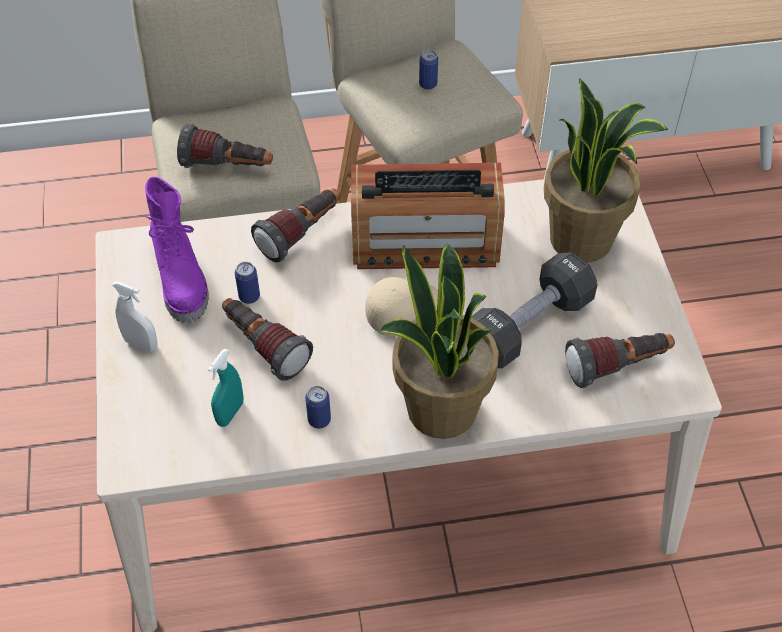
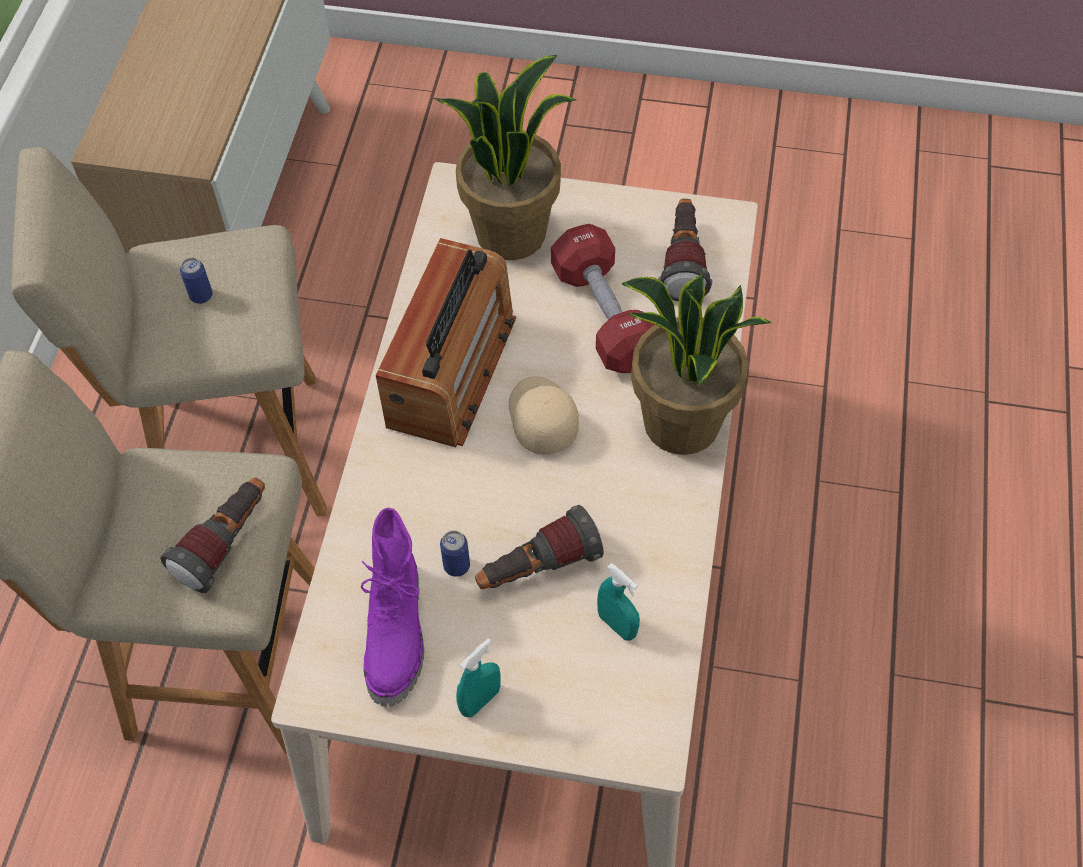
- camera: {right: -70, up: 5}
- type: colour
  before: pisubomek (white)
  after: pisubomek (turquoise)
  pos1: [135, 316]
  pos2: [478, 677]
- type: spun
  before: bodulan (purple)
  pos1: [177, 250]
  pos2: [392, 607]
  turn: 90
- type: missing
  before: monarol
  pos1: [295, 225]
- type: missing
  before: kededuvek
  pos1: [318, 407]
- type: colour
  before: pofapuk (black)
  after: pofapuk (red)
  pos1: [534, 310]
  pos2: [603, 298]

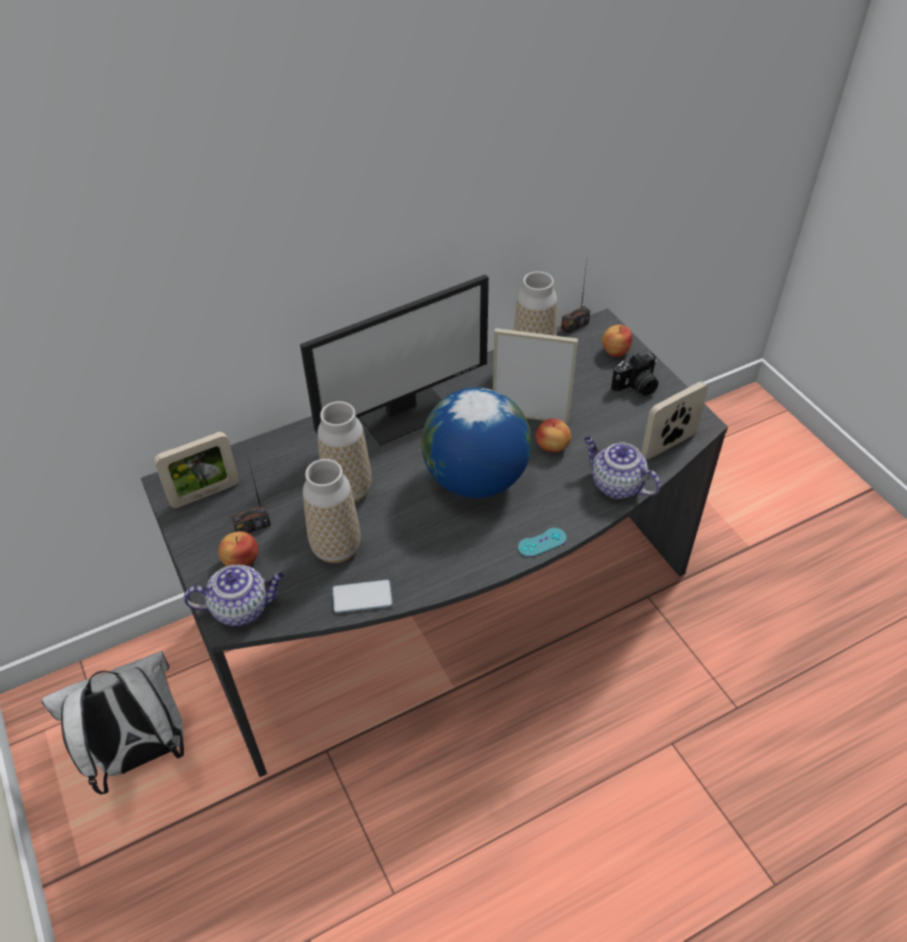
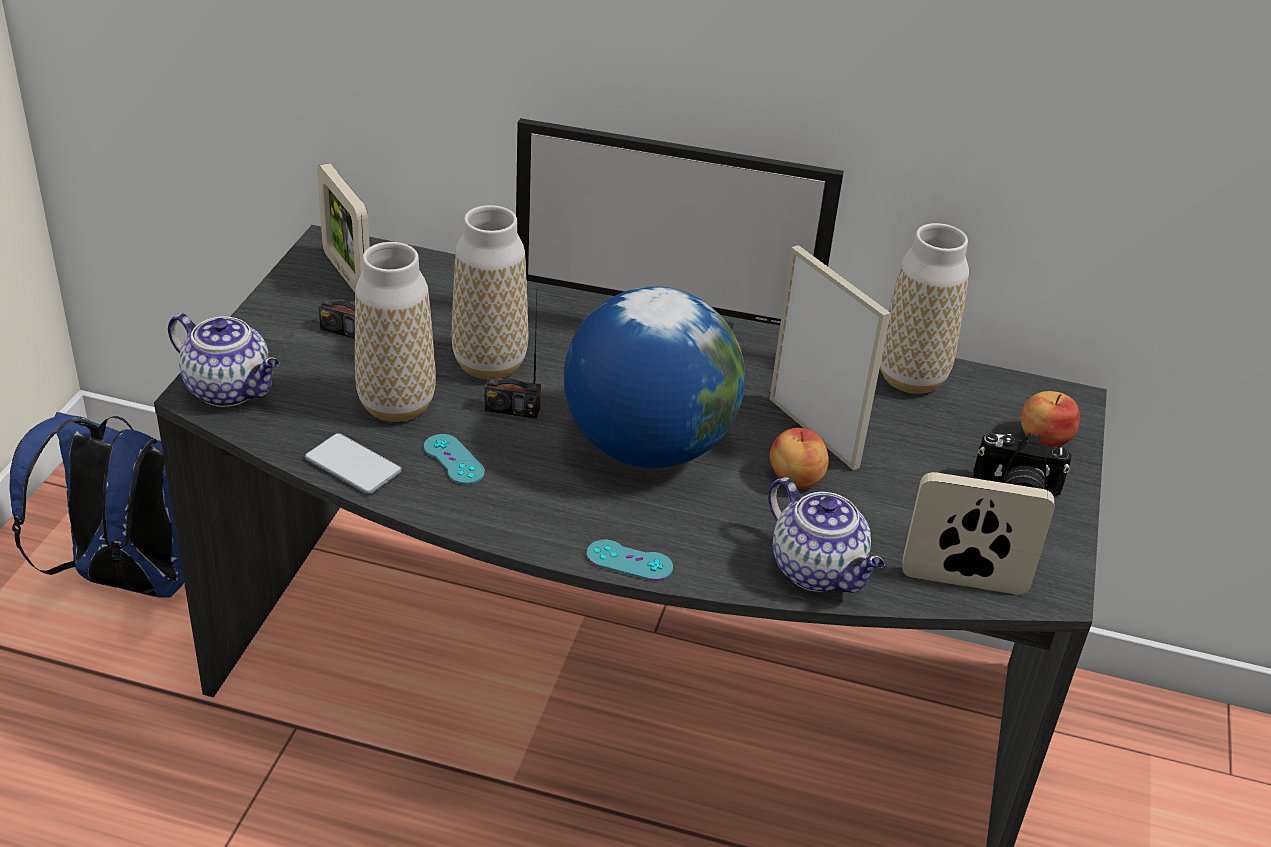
- camera: {right: 40, up: -10}
- type: colour
  before: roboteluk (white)
  after: roboteluk (blue)
  pos1: [112, 723]
  pos2: [97, 505]
- type: spun
  before: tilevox
  pos1: [196, 469]
  pos2: [343, 227]
  turn: 45
- type: missing
  before: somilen
  pos1: [238, 548]
- type: relocated
  before: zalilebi
  pos1: [575, 297]
  pos2: [513, 358]
- type: spun
  before: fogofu
  pos1: [622, 467]
  pos2: [826, 535]
  turn: 150
- type: appeared
  after: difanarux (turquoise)
  pos2: [454, 459]

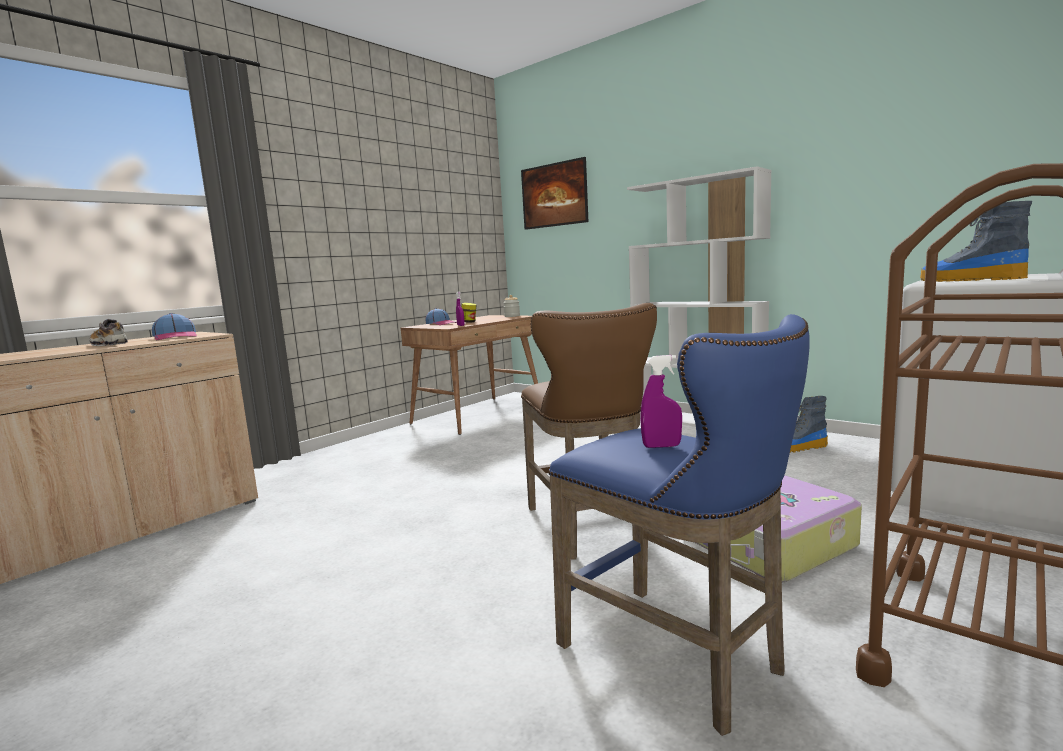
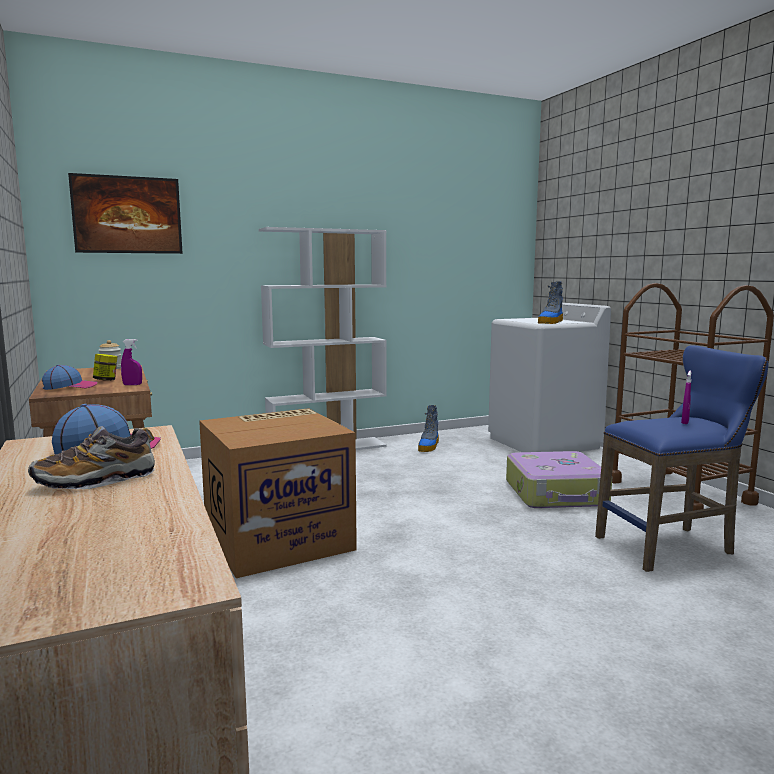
- camera: {right: -65, up: 0}
- type: missing
  before: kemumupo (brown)
  pos1: [589, 431]
- type: spun
  before: bodulan
  pos1: [976, 241]
  pos2: [550, 302]
  turn: -45
- type: appeared
  after: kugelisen
  pos2: [278, 493]

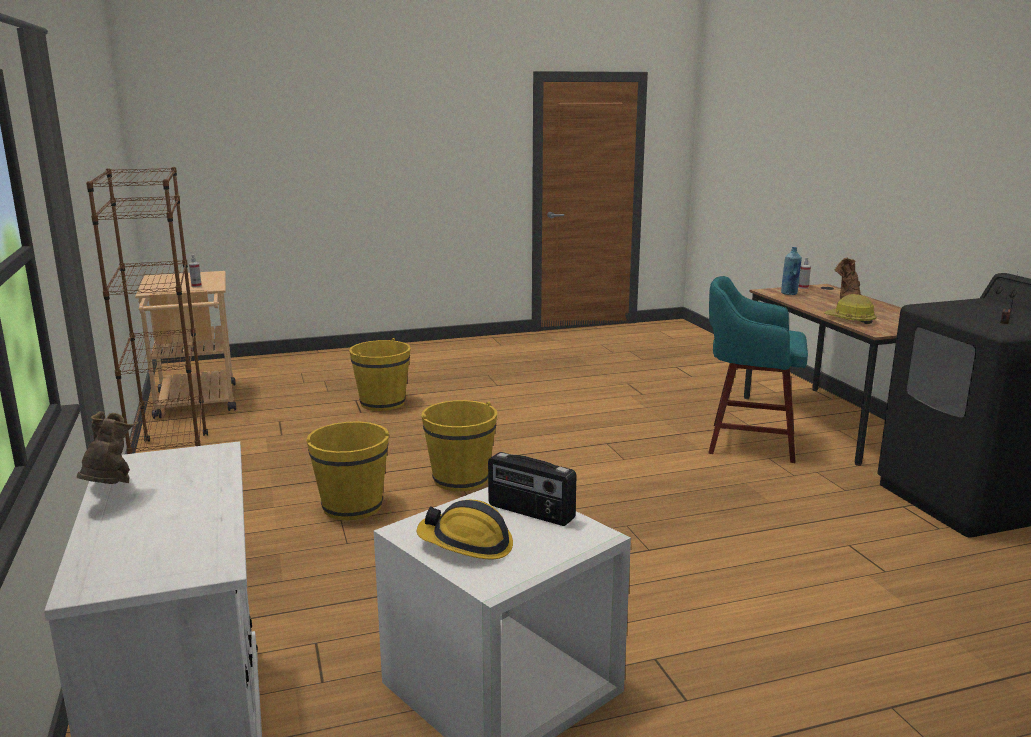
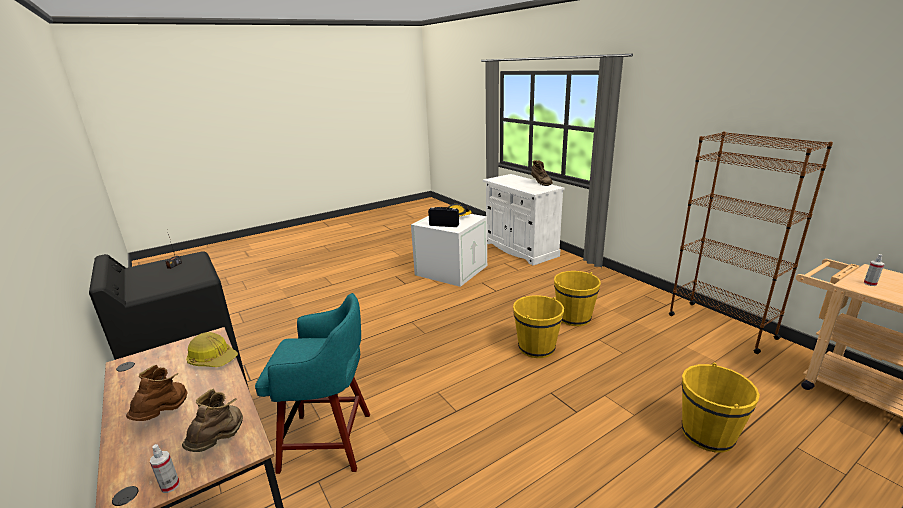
- camera: {right: 165, up: 5}
- type: exchanged
  before: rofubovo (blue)
  after: bodulan (brown)
  pos1: [791, 271]
  pos2: [212, 420]

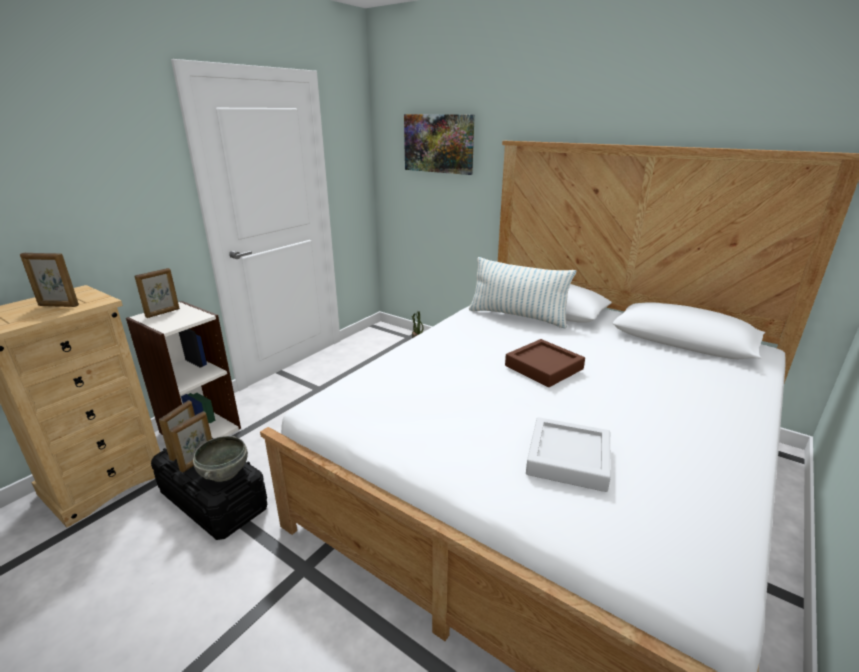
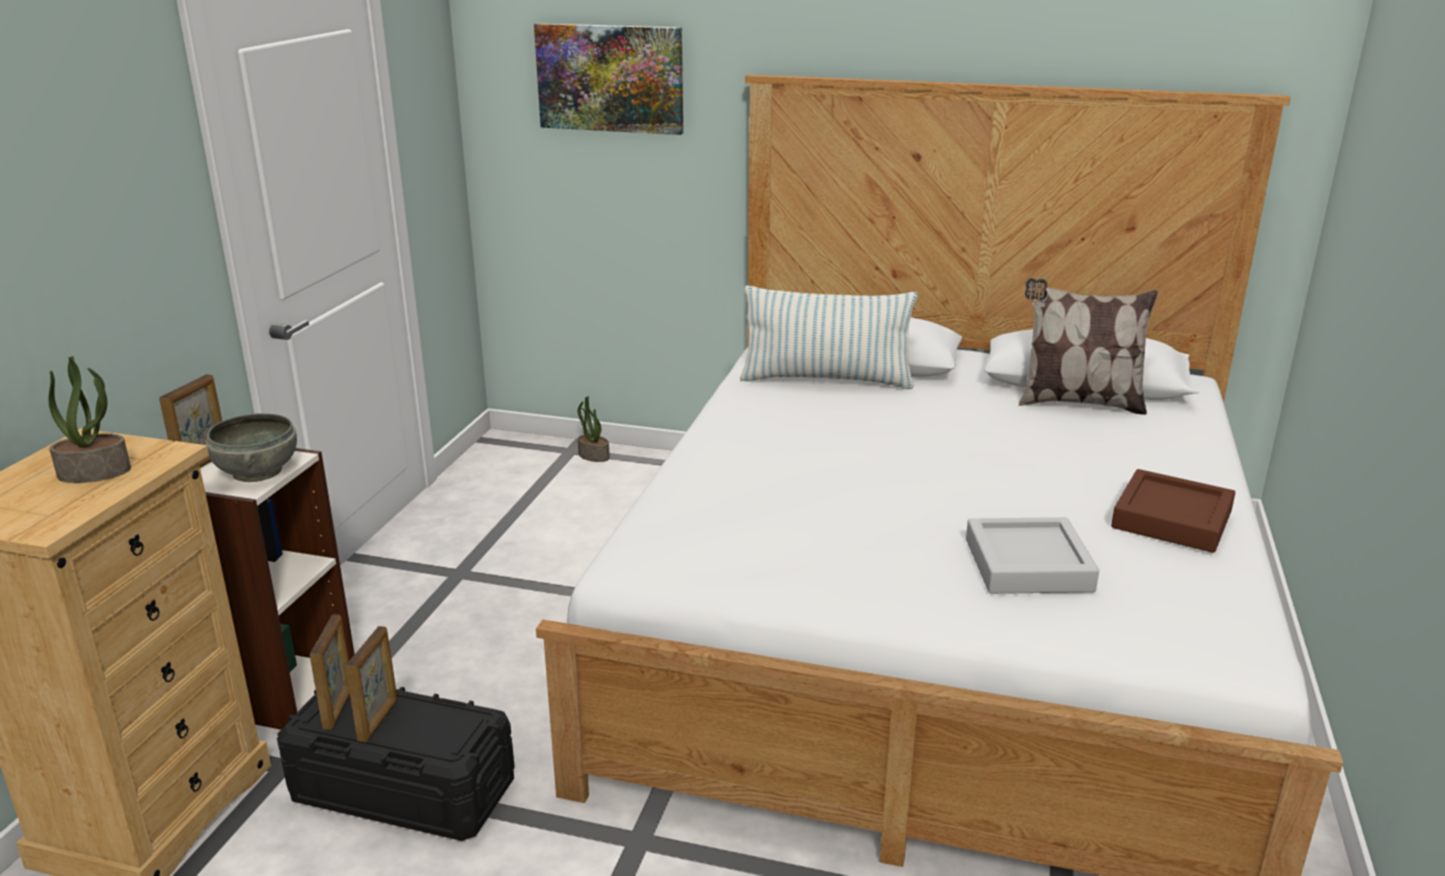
- camera: {right: -20, up: 0}
- type: exchanged
  before: tilevox
  after: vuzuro
  pos1: [49, 280]
  pos2: [90, 419]
- type: relocated
  before: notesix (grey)
  pos1: [220, 459]
  pos2: [251, 447]
- type: relocated
  before: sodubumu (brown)
  pos1: [545, 363]
  pos2: [1173, 511]
- type: appeared
  after: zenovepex
  pos2: [1088, 346]

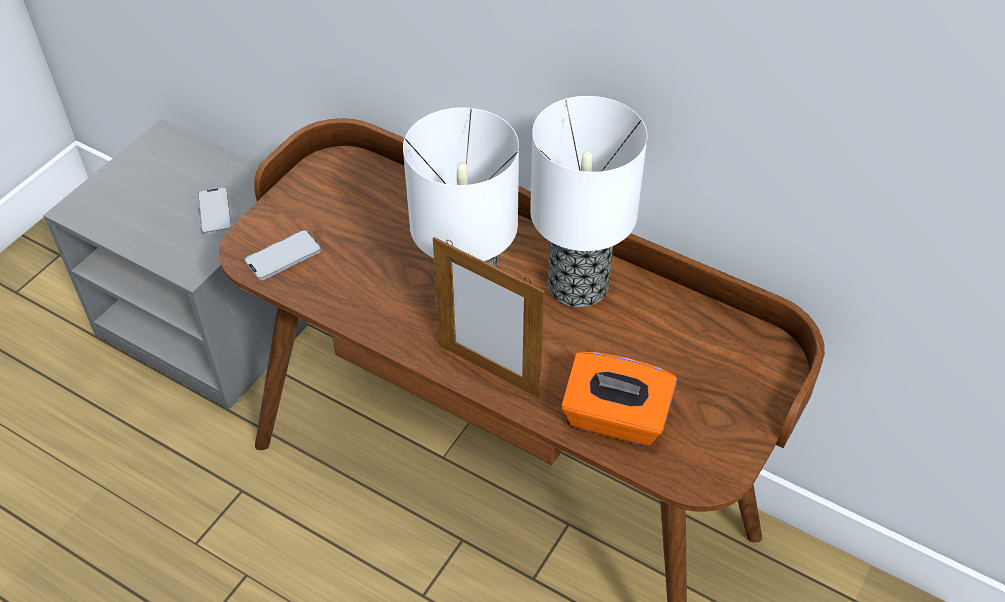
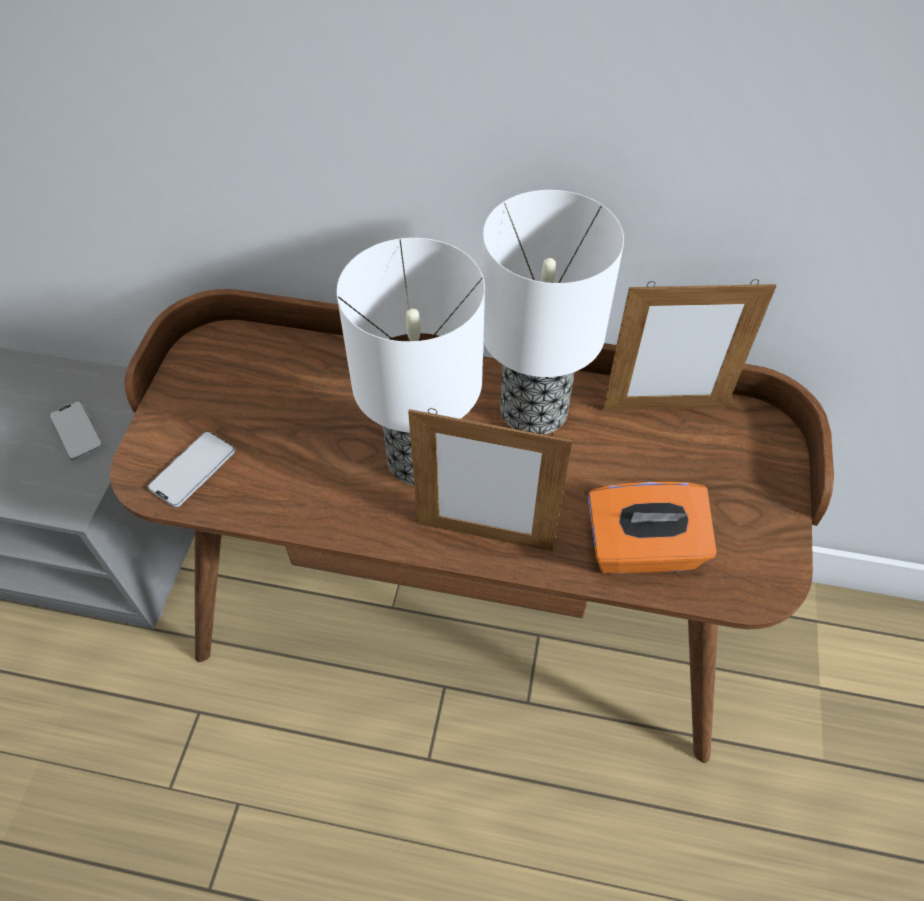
- camera: {right: -20, up: 5}
- type: appeared
  after: tilevox
  pos2: [689, 345]

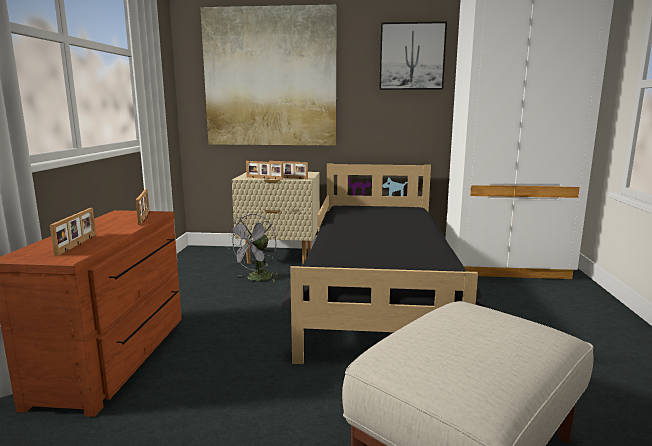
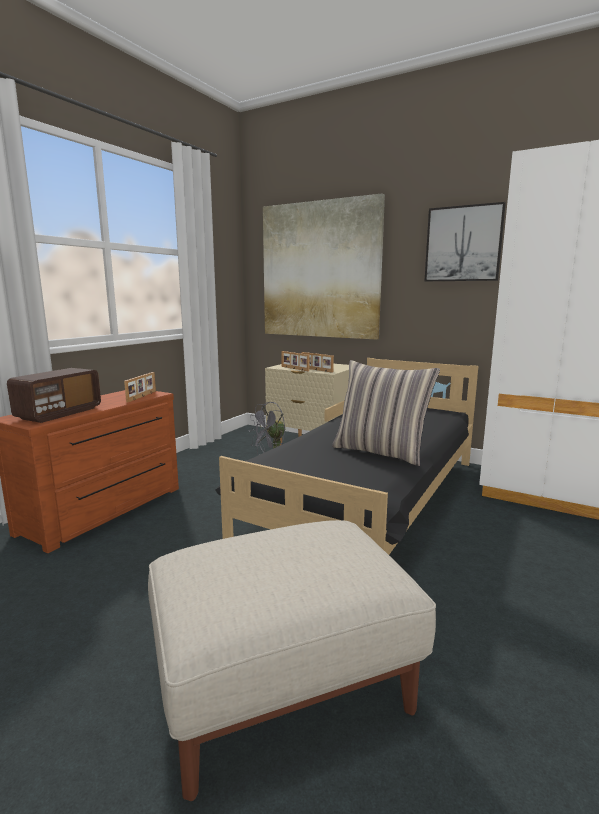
- camera: {right: 25, up: 0}
- type: exchanged
  before: tilevox
  after: zalilebi
  pos1: [73, 232]
  pos2: [54, 395]
- type: appeared
  after: zenovepex
  pos2: [386, 413]

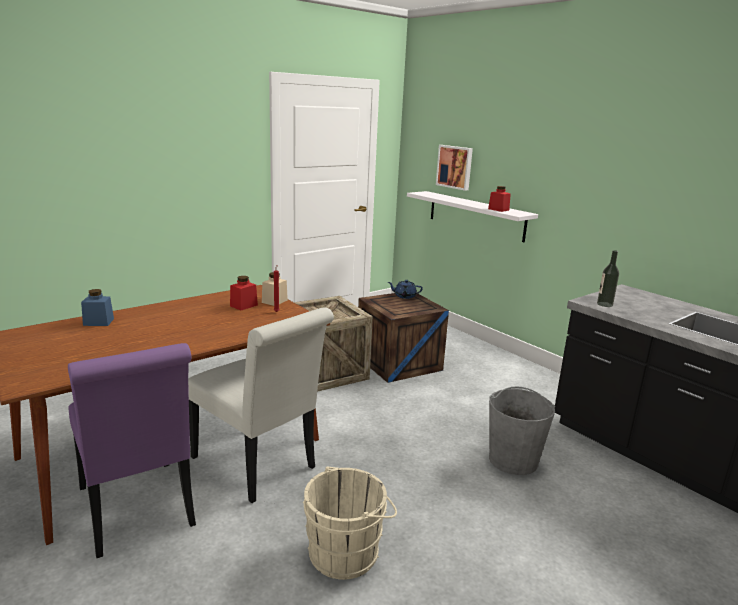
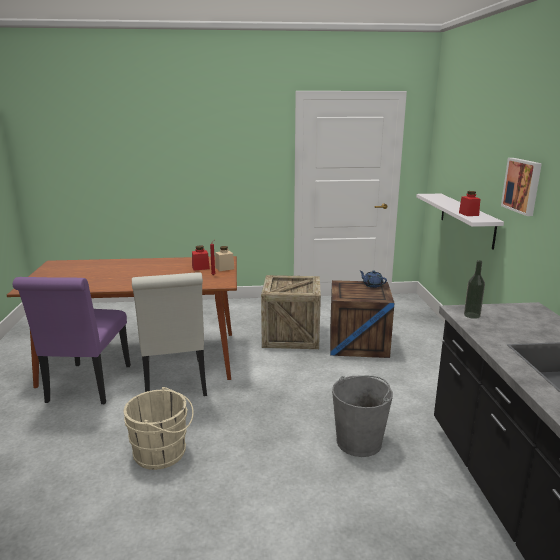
- camera: {right: 35, up: 0}
- type: missing
  before: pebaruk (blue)
  pos1: [97, 307]
- type: relocated
  before: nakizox
  pos1: [454, 168]
  pos2: [521, 187]

